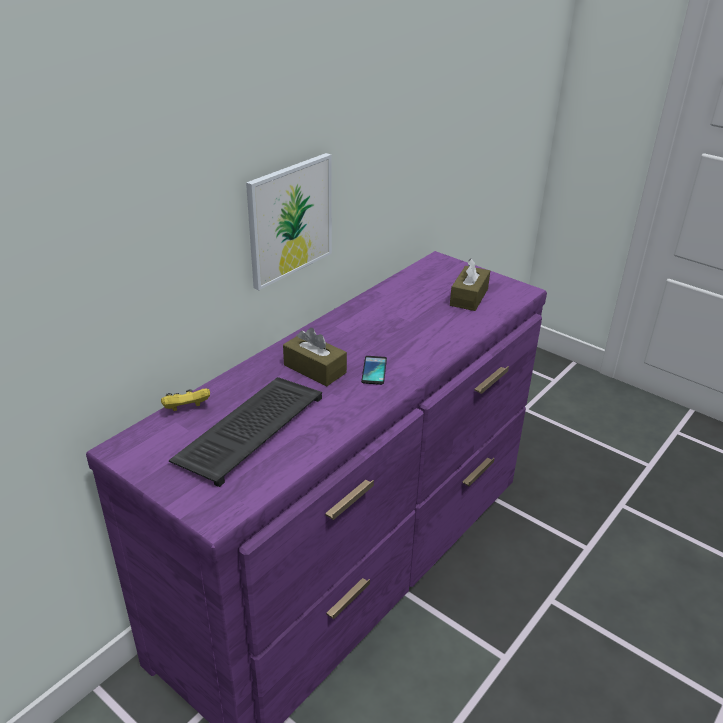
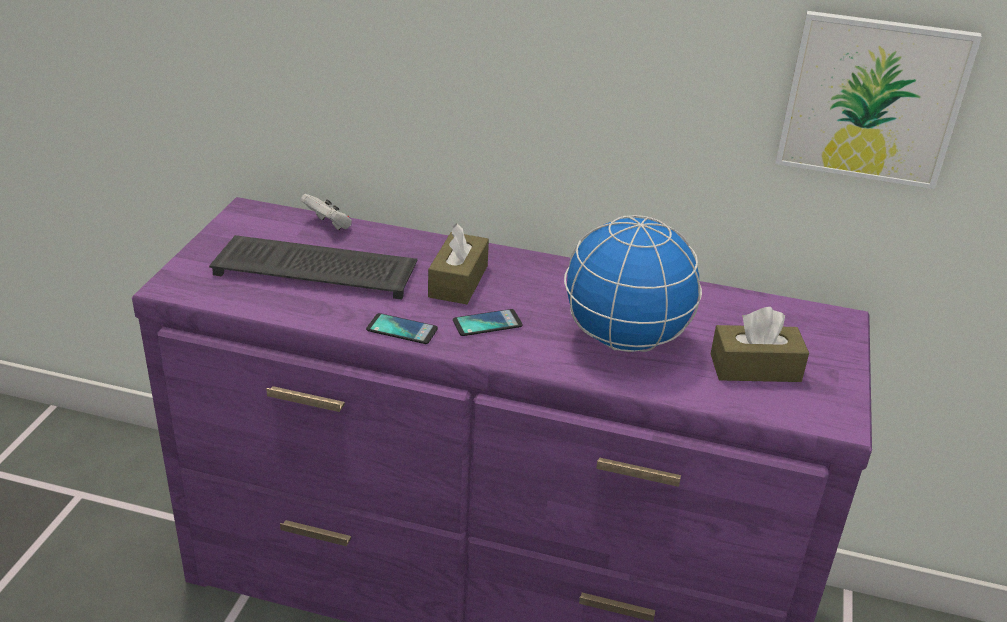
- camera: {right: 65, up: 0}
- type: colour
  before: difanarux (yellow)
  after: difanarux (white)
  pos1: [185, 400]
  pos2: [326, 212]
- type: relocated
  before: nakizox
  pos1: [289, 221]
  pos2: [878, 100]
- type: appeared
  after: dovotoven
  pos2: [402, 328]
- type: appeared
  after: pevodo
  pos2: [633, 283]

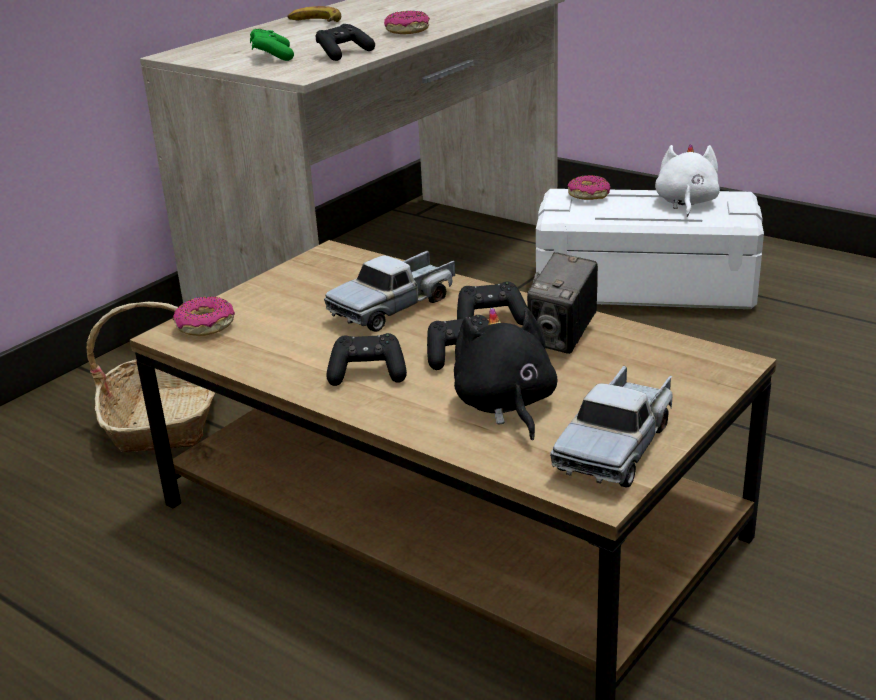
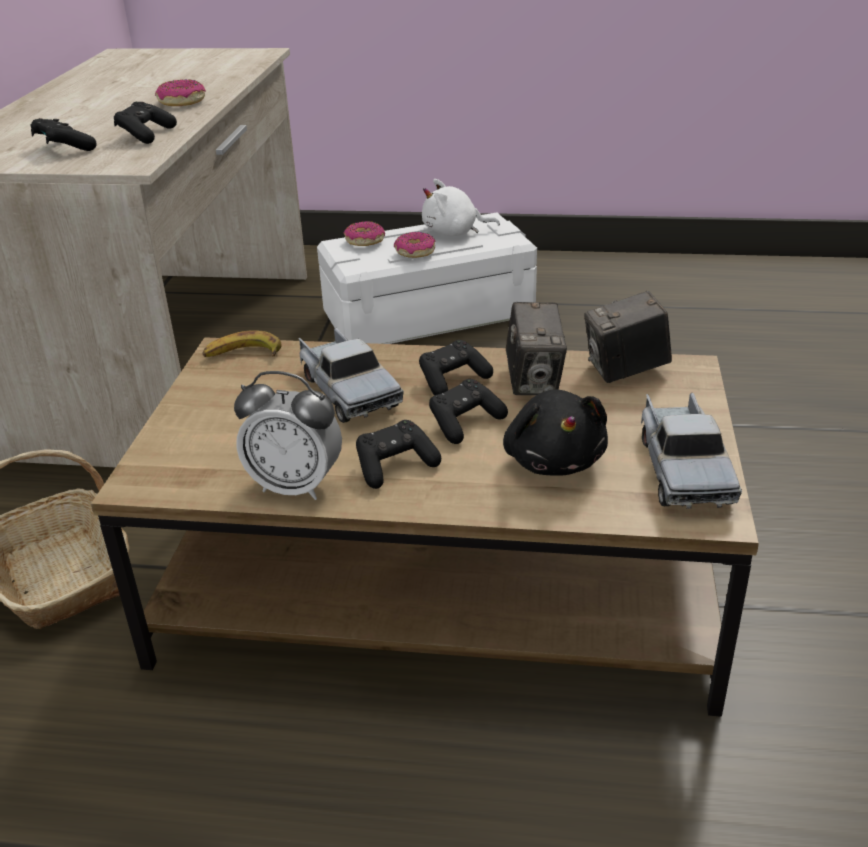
- camera: {right: -30, up: 5}
- type: relocated
  before: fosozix
  pos1: [204, 316]
  pos2: [414, 245]
- type: colour
  before: difanarux (green)
  after: difanarux (black)
  pos1: [272, 45]
  pos2: [64, 134]
- type: relocated
  before: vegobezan
  pos1: [314, 14]
  pos2: [242, 343]
- type: spun
  before: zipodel
  pos1: [389, 291]
  pos2: [351, 375]
  turn: -45
- type: spun
  before: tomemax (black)
  pos1: [505, 373]
  pos2: [555, 432]
  turn: -150
- type: spun
  before: tomemax (white)
  pos1: [687, 180]
  pos2: [461, 207]
  turn: -75
- type: appeared
  after: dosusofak
  pos2: [288, 435]
- type: appeared
  after: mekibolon
  pos2: [628, 337]

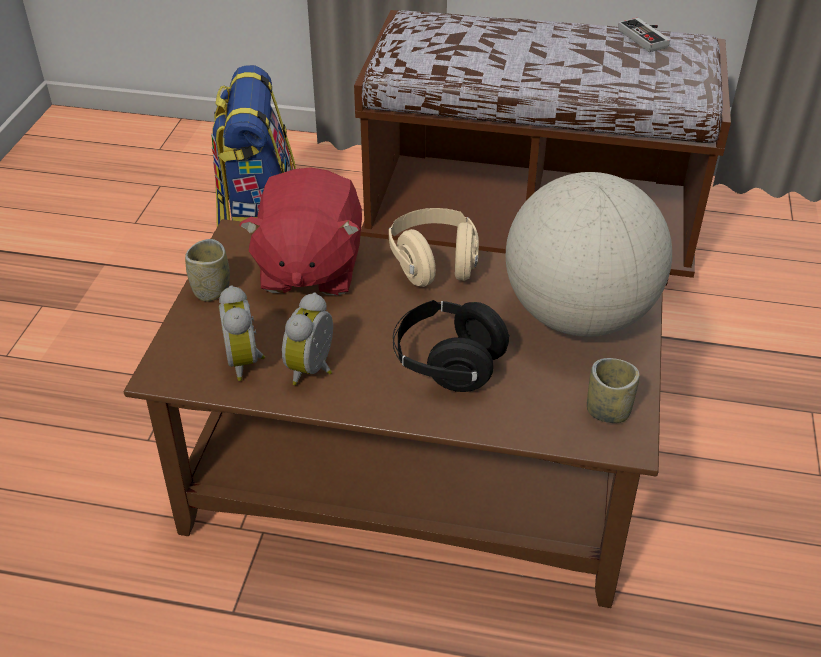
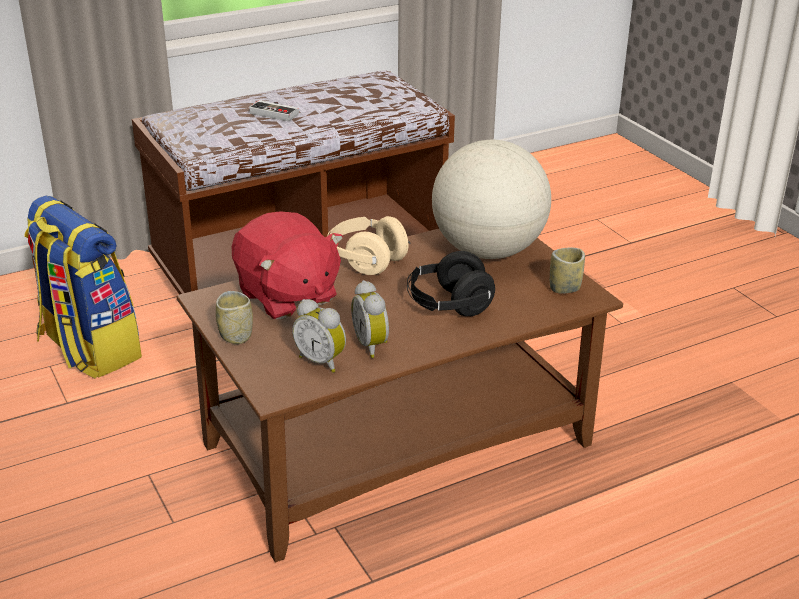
- camera: {right: -40, up: -10}
- type: relocated
  before: difanarux
  pos1: [644, 35]
  pos2: [274, 110]

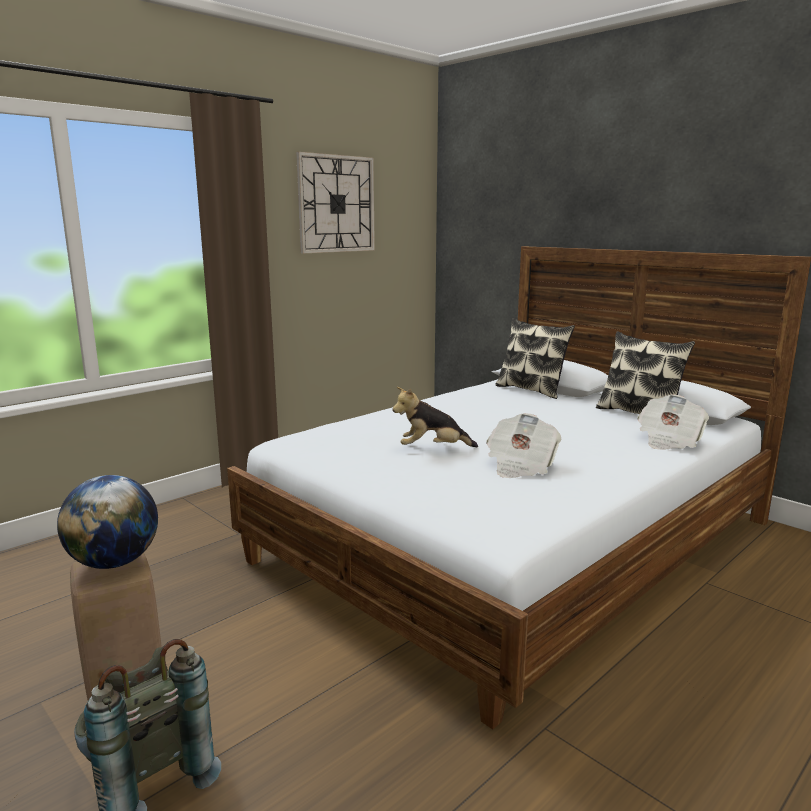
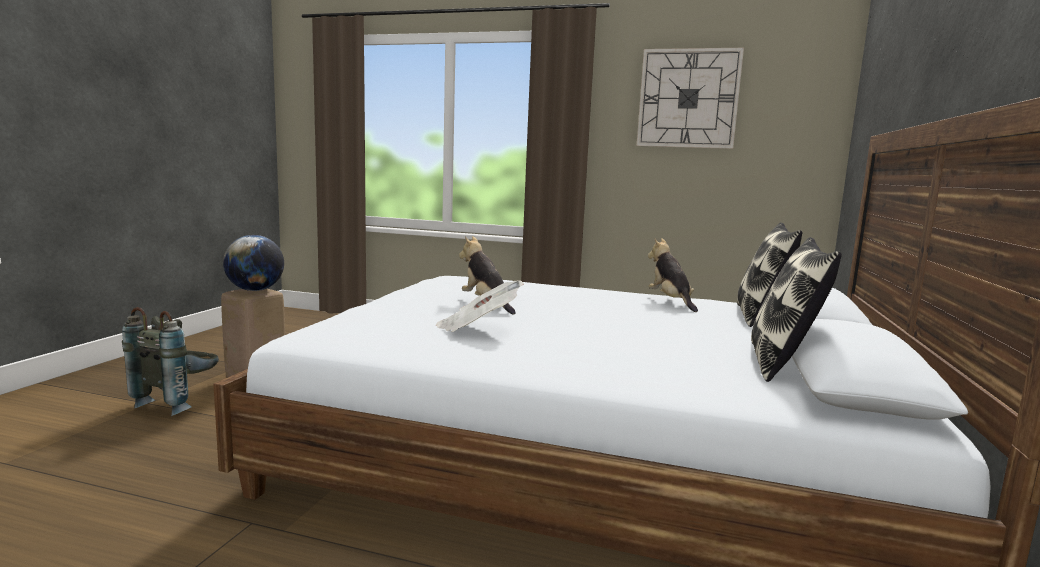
- camera: {right: 60, up: -5}
- type: missing
  before: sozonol
  pos1: [673, 422]
- type: appeared
  after: tomemax
  pos2: [673, 275]

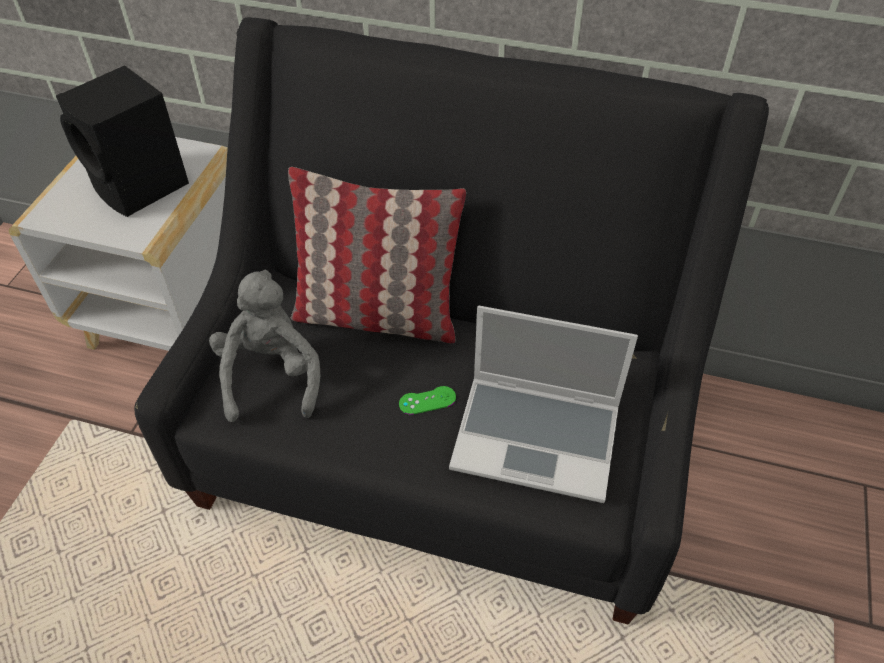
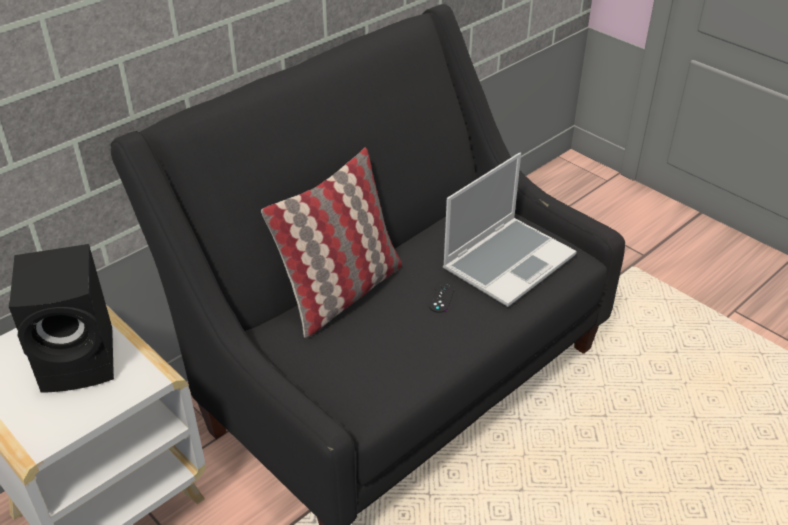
- camera: {right: -60, up: -10}
- type: missing
  before: tomemax (grey)
  pos1: [264, 346]
- type: colour
  before: difanarux (green)
  after: difanarux (black)
  pos1: [427, 400]
  pos2: [442, 297]

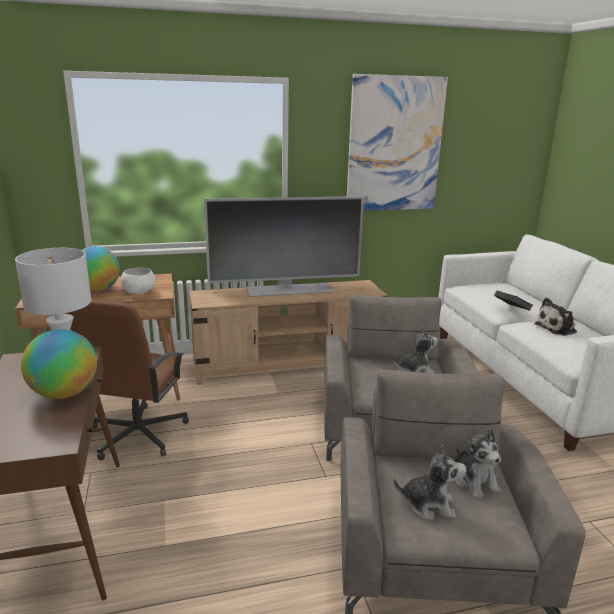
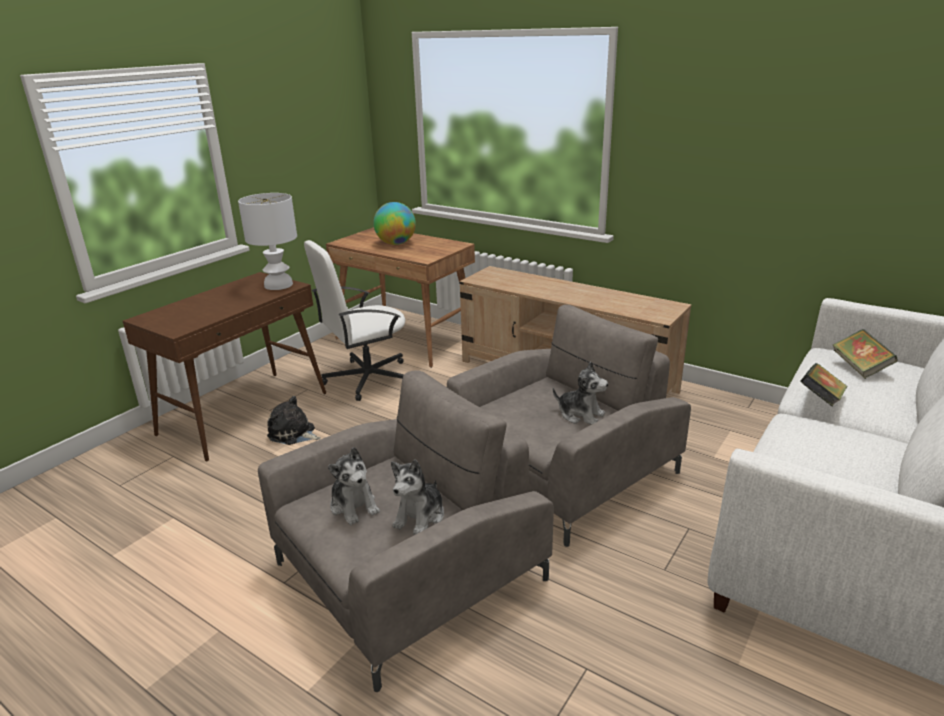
- camera: {right: 50, up: 5}
- type: missing
  before: pevodo
  pos1: [59, 364]
- type: colour
  before: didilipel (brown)
  after: didilipel (white)
  pos1: [127, 379]
  pos2: [354, 320]
- type: missing
  before: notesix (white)
  pos1: [138, 281]
- type: missing
  before: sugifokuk
  pos1: [284, 246]
- type: missing
  before: nakizox
  pos1: [397, 142]
- type: relocated
  before: tomemax
  pos1: [555, 317]
  pos2: [294, 420]
- type: appeared
  after: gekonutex
  pos2: [865, 353]

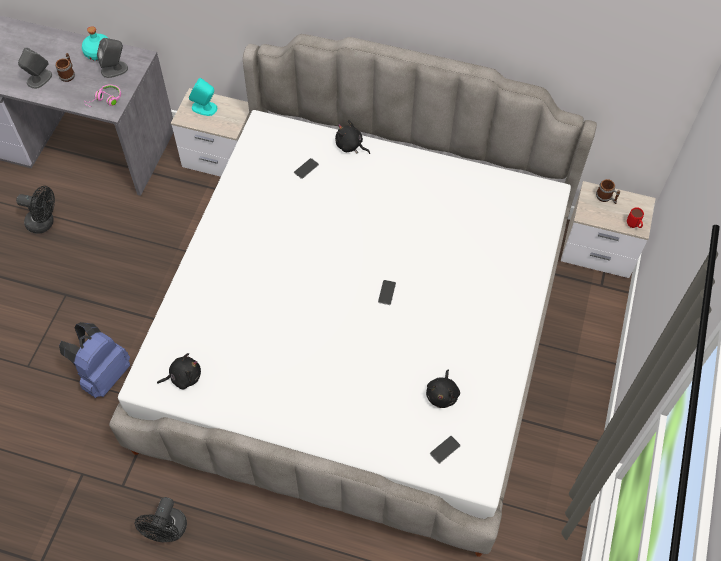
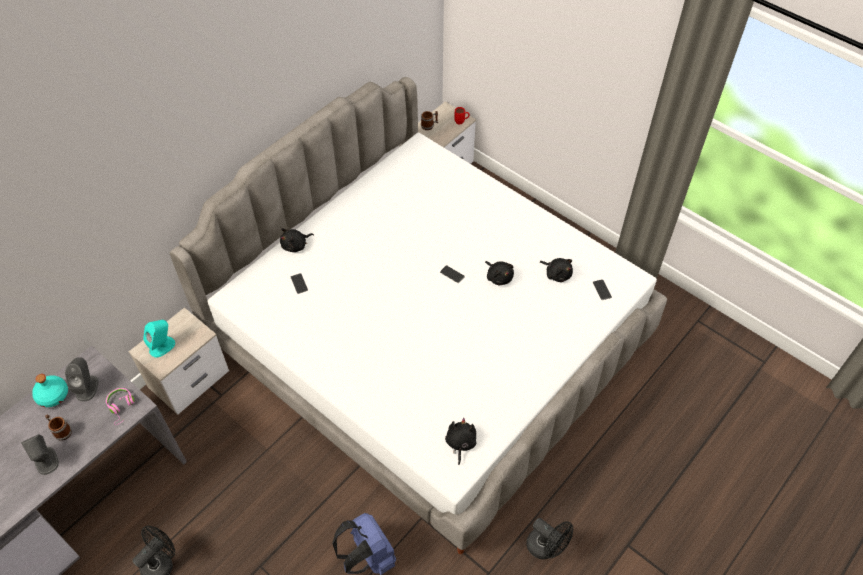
- camera: {right: -65, up: -5}
- type: appeared
  after: tomemax (black)
  pos2: [499, 273]

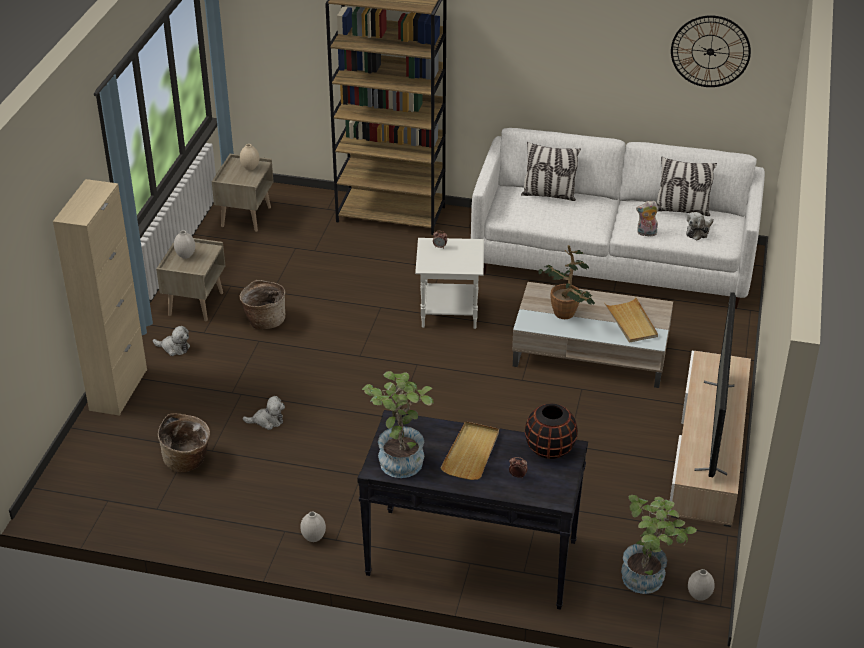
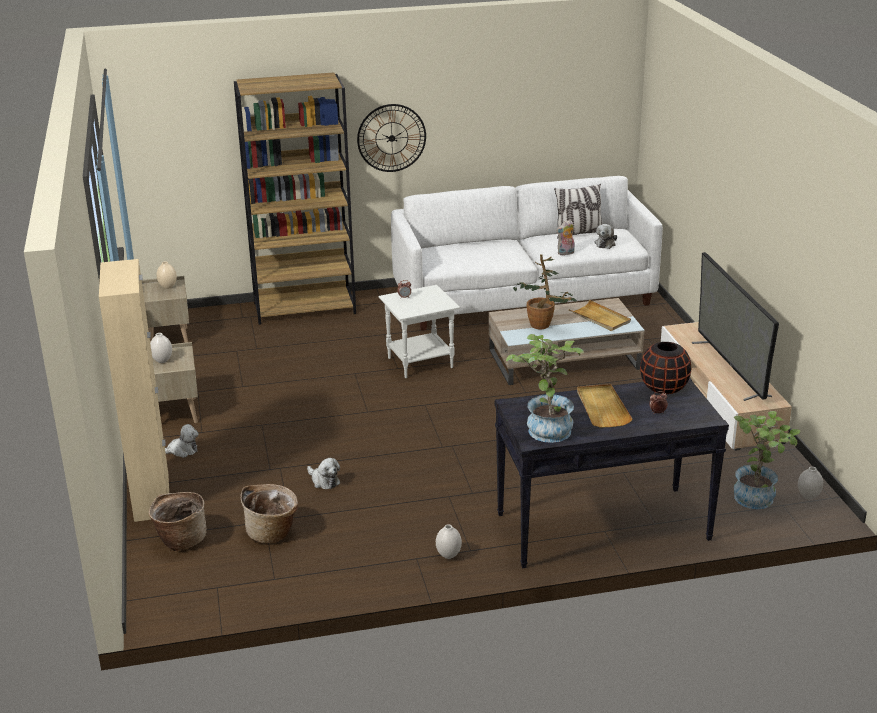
- camera: {right: -25, up: -10}
- type: relocated
  before: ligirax
  pos1: [262, 304]
  pos2: [178, 521]
- type: spun
  before: tomemax
  pos1: [263, 413]
  pos2: [323, 473]
  turn: 75
- type: missing
  before: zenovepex
  pos1: [551, 171]
- type: relocated
  before: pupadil
  pos1: [711, 51]
  pos2: [391, 138]

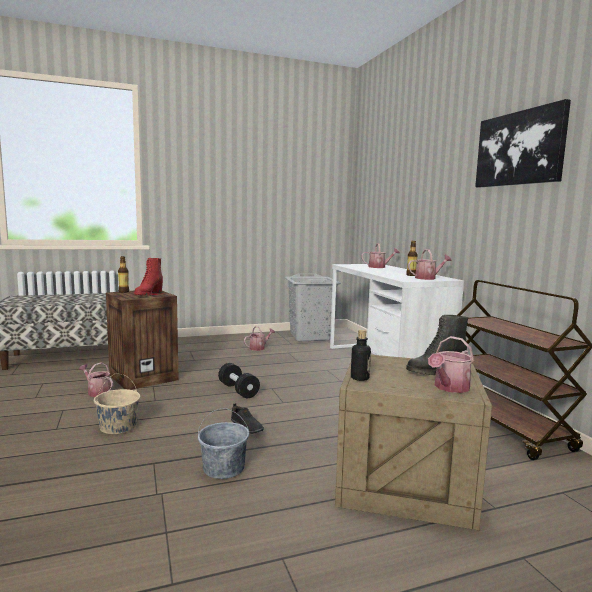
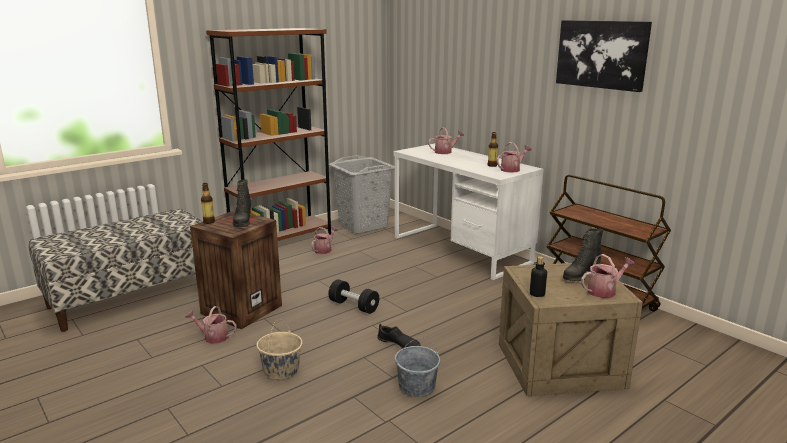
- camera: {right: -20, up: 10}
- type: colour
  before: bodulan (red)
  after: bodulan (black)
  pos1: [148, 276]
  pos2: [242, 203]
- type: spun
  before: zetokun
  pos1: [451, 364]
  pos2: [608, 276]
  turn: -135
- type: appeared
  after: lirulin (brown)
  pos2: [268, 134]

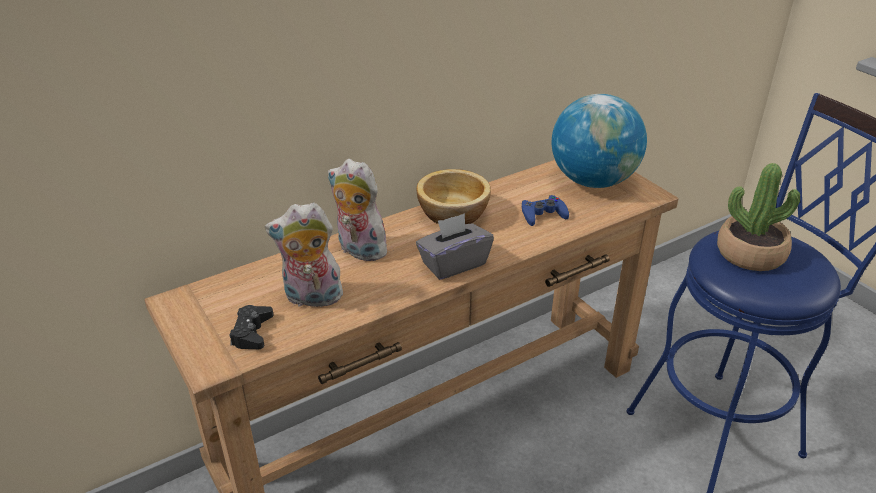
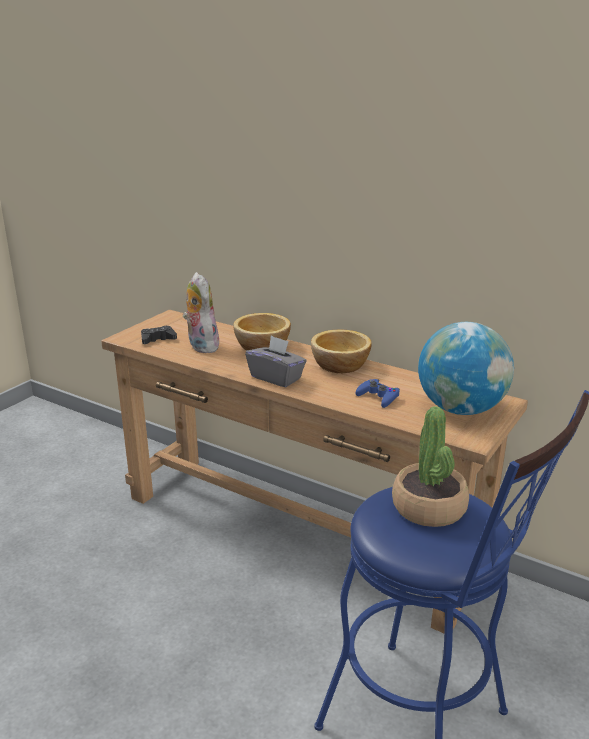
- camera: {right: 65, up: -10}
- type: exchanged
  before: tomemax
  after: notesix
  pos1: [357, 210]
  pos2: [262, 331]

